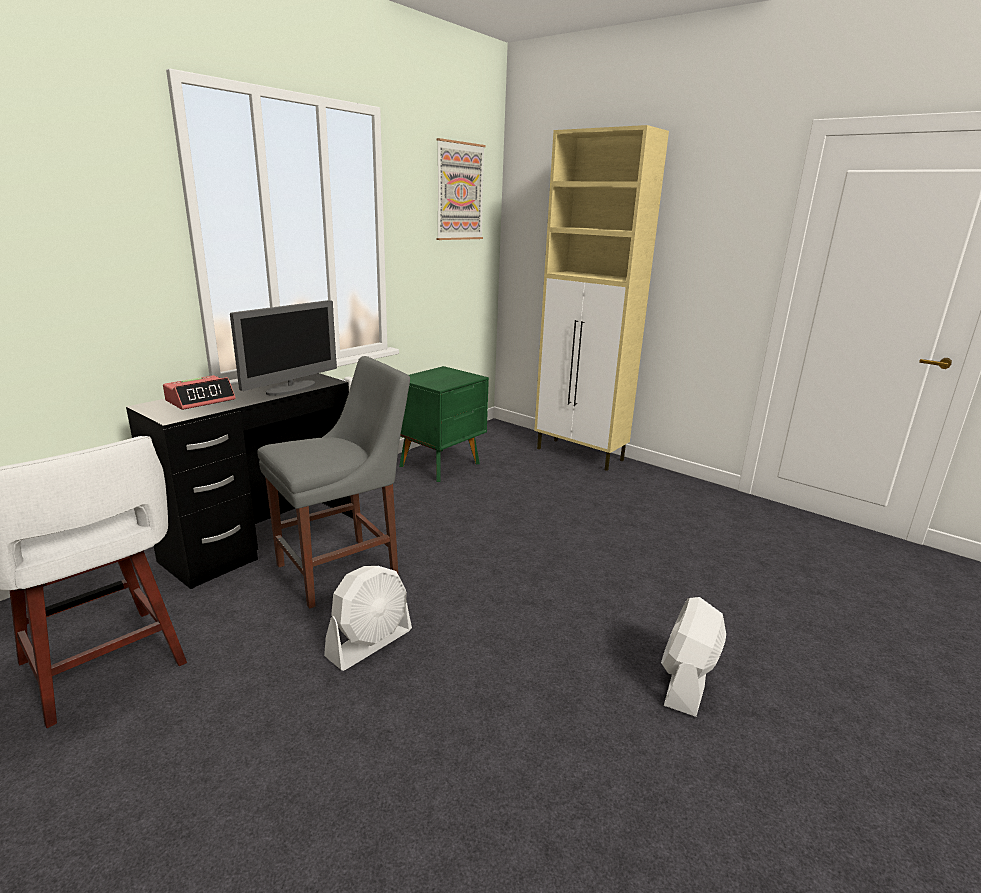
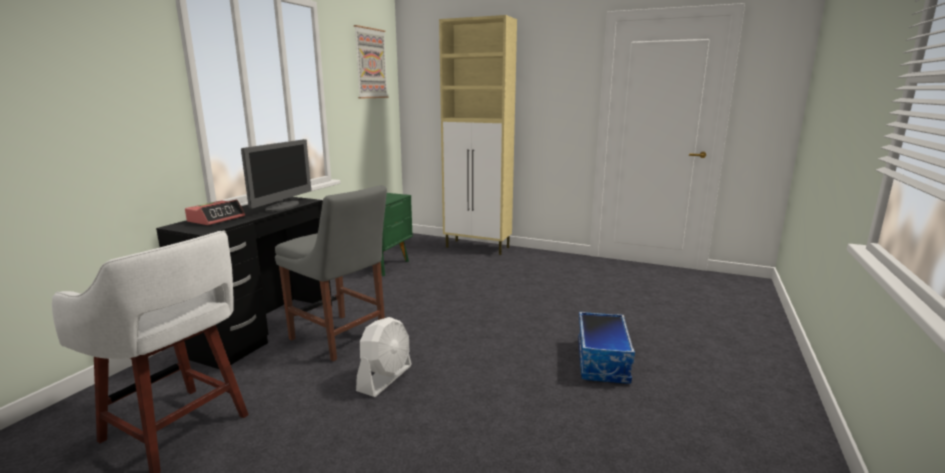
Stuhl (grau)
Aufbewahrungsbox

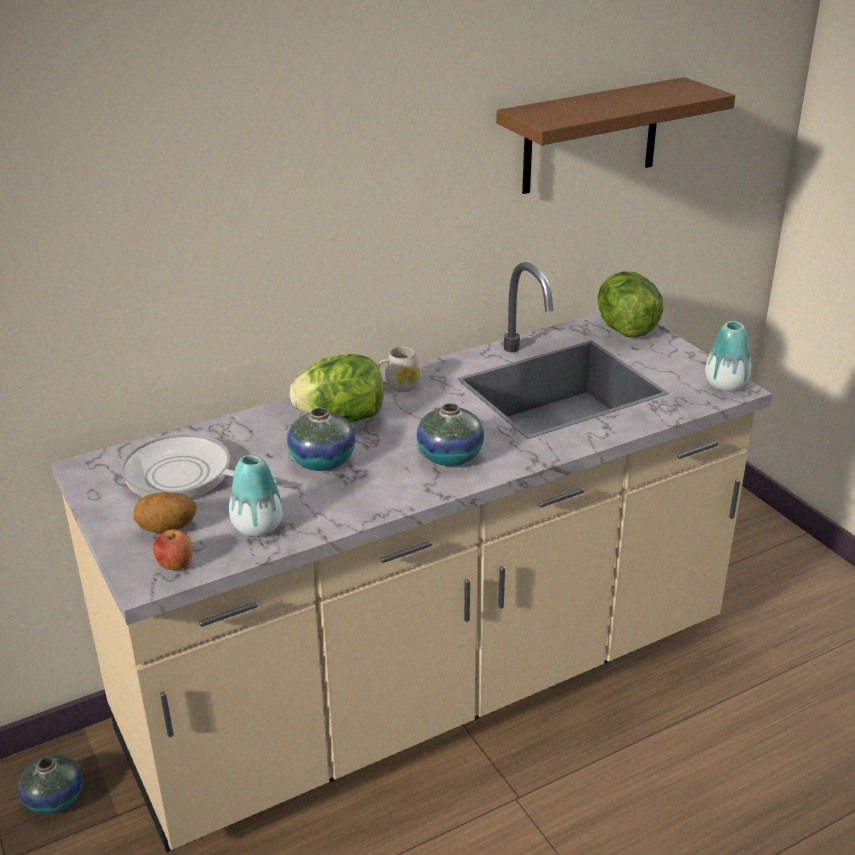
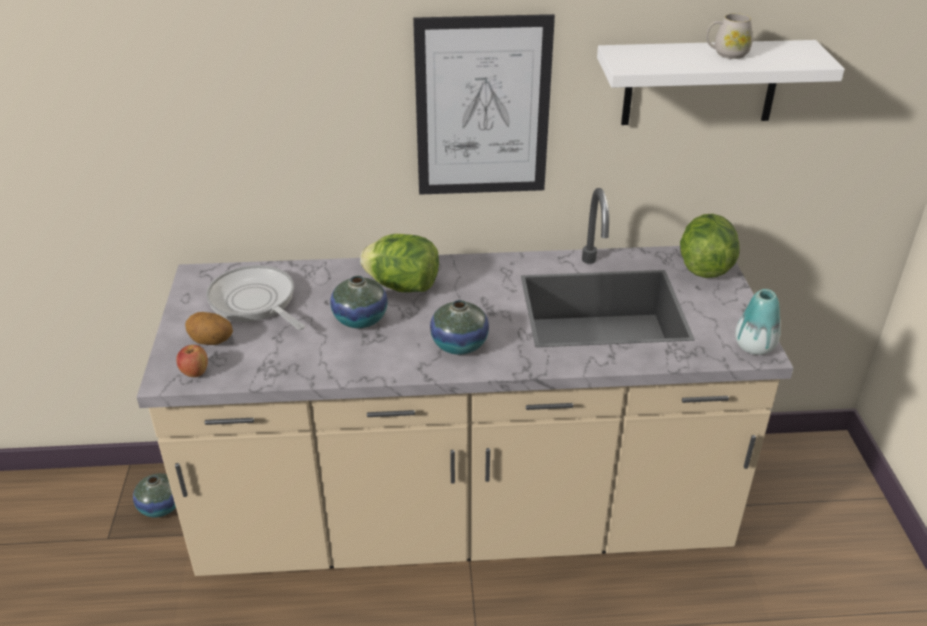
Vase (2nd from left in the first image)
Henkelbecher (weiß)
Wandregal (weiß)
Bild

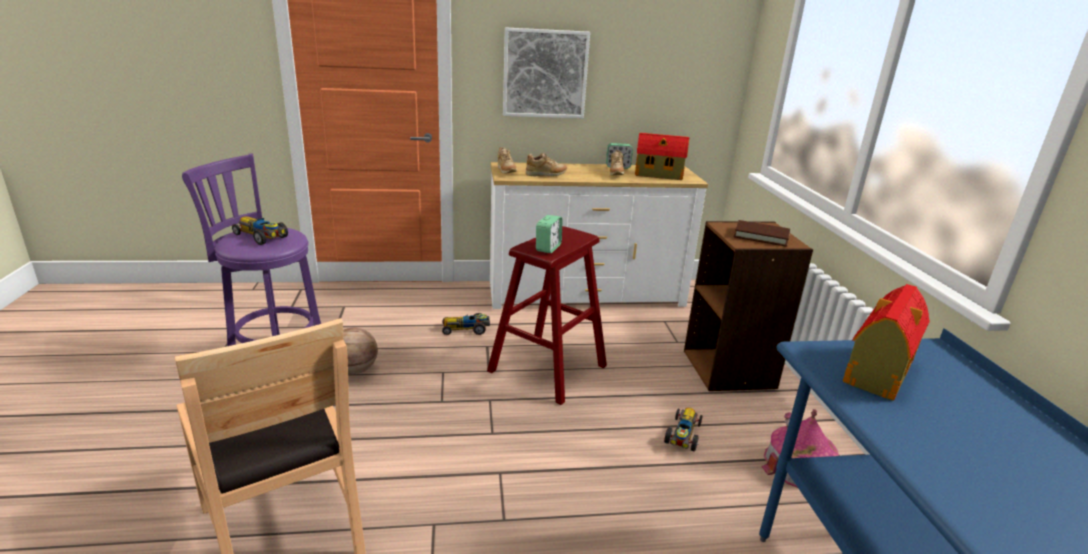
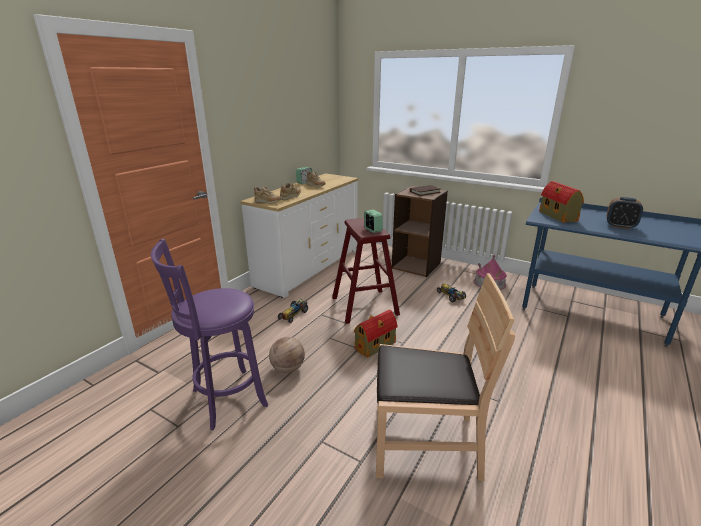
Spielzeugauto (1st from left in the first image)
Bild
Spielzeughaus (1st from left)
Wecker (3rd from left)

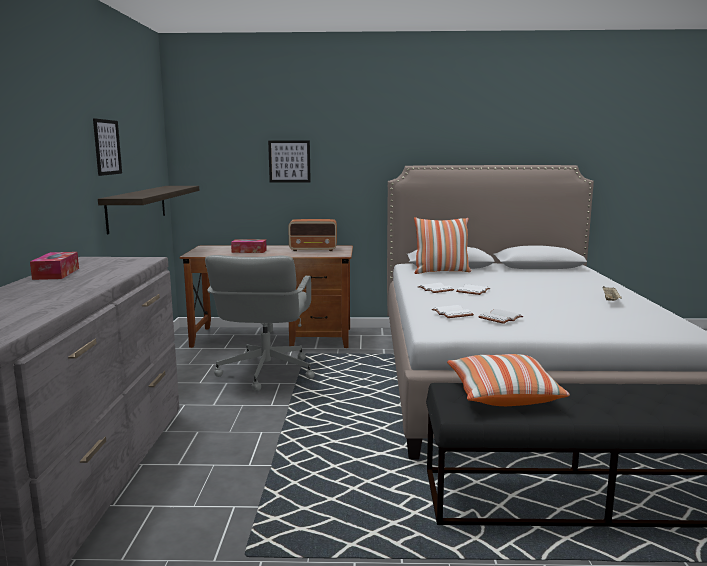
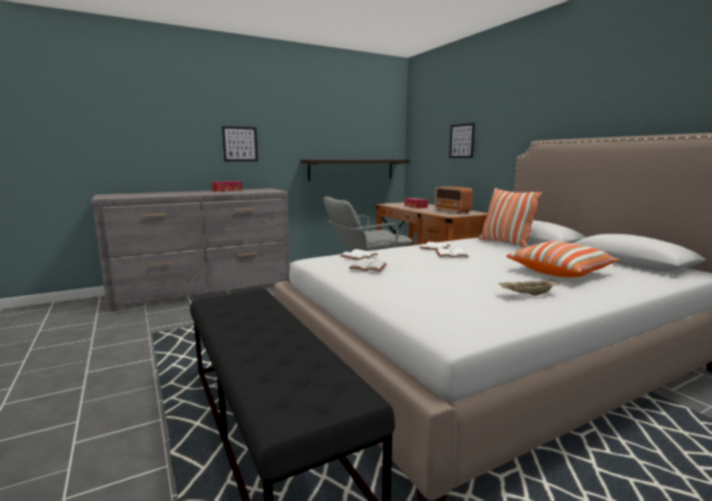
Bild (1st from left)
Kissen (2nd from left)

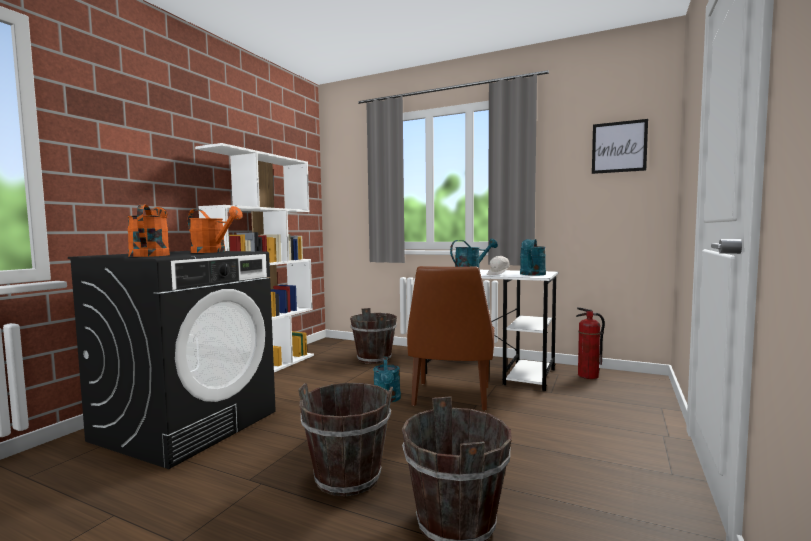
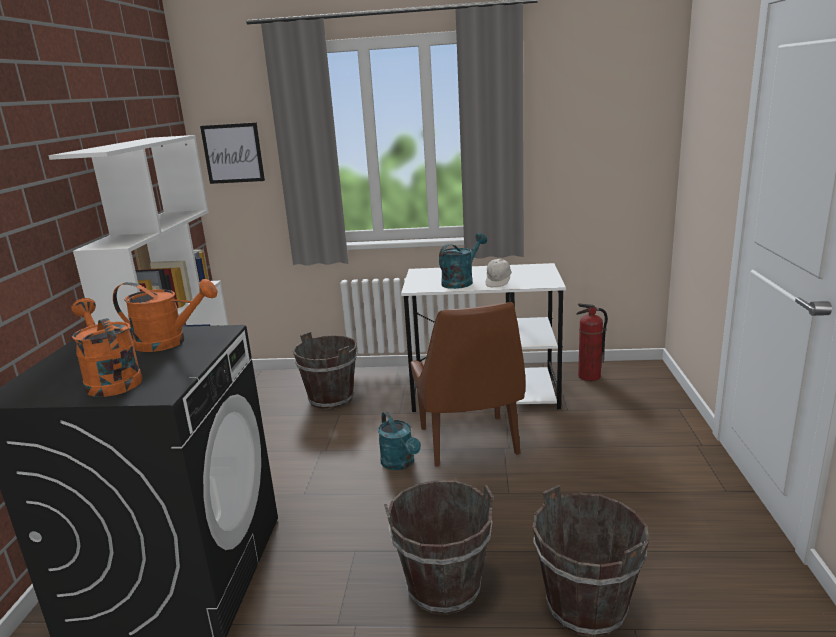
Gießkanne (türkis) (3rd from left in the first image)
Bild

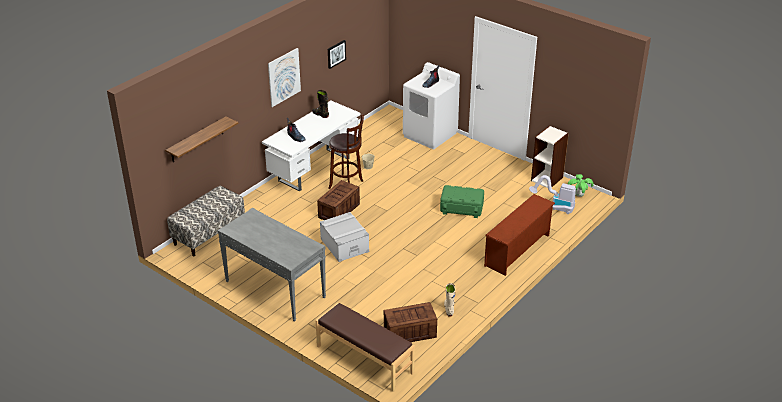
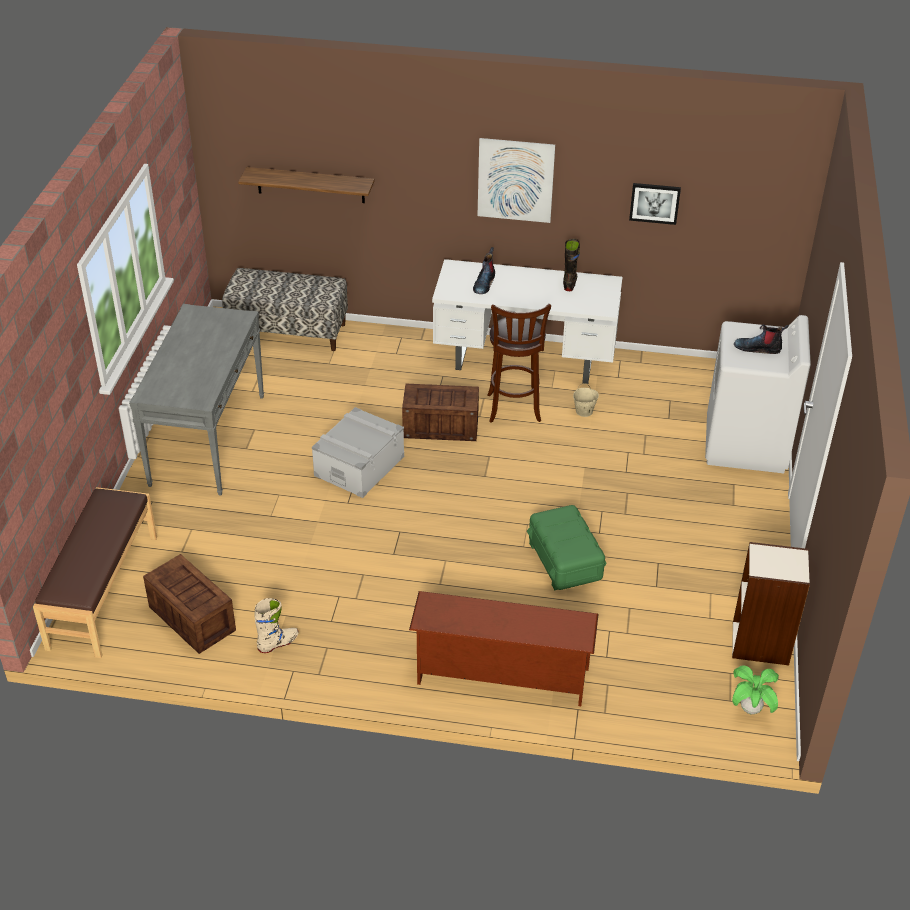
Staubsauger

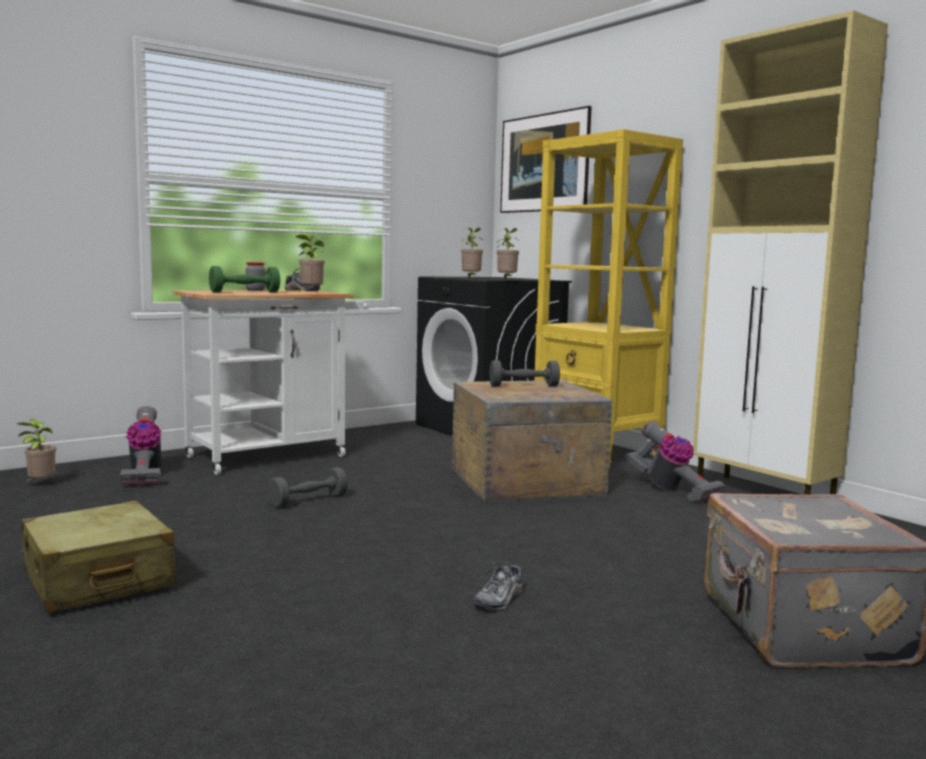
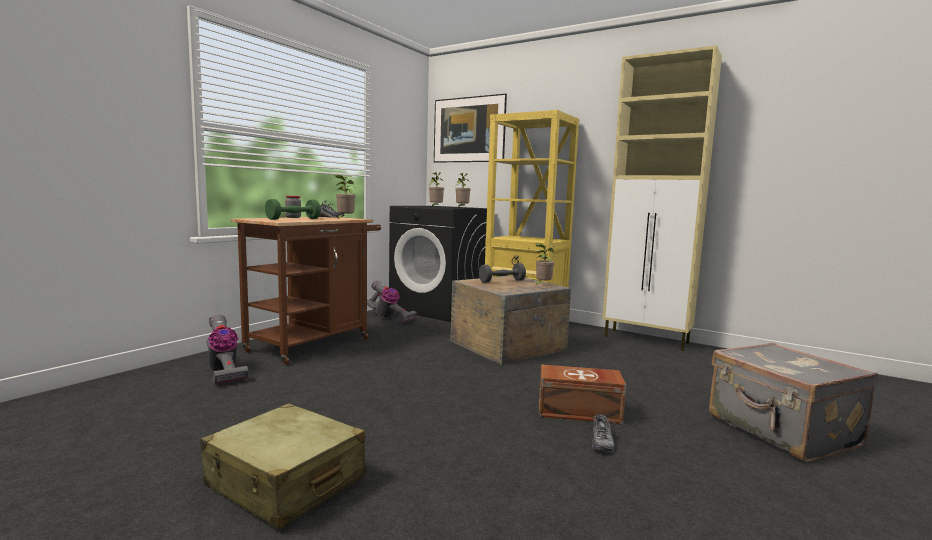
Topfpflanze (4th from left)
Rollwagen (braun)
Hantel (grau) (1st from left in the first image)
Staubsauger (2nd from left)
Aufbewahrungsbox (braun)

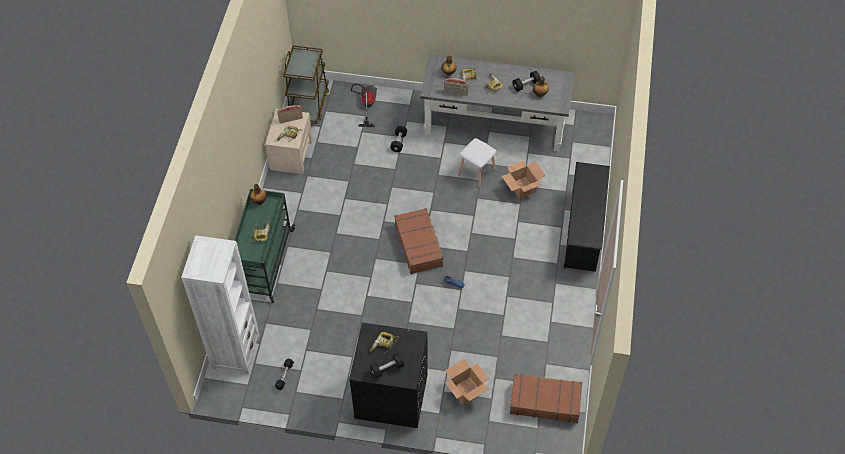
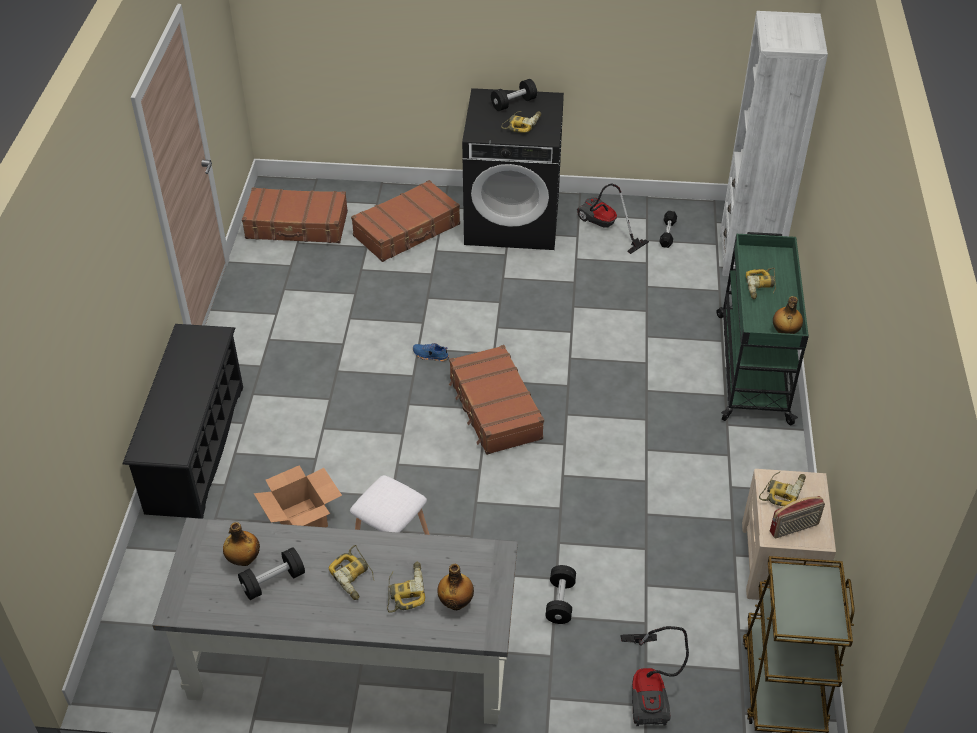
Radio (2nd from left in the first image)
Koffer (braun) (2nd from left)
Staubsauger (1st from left)

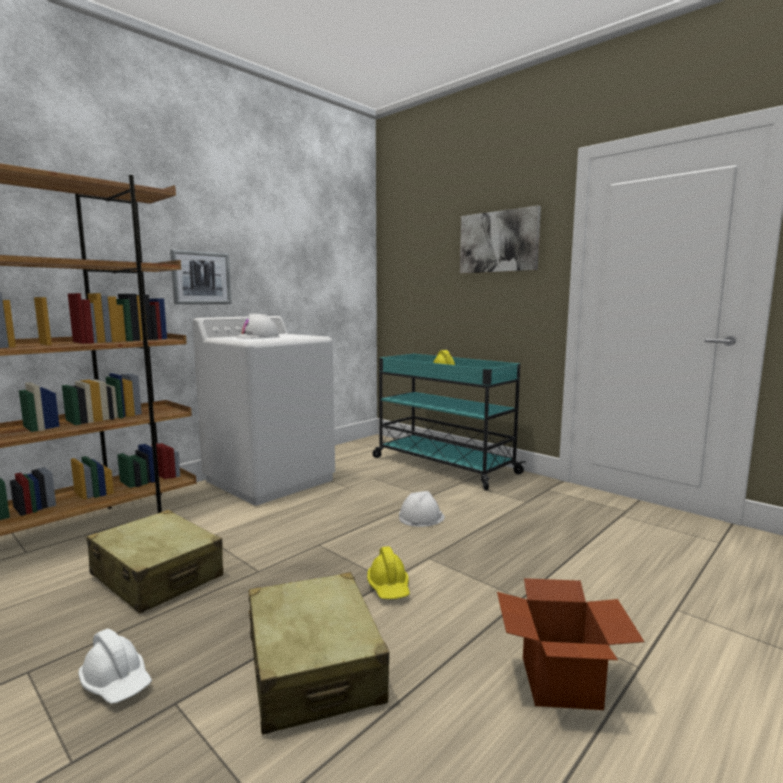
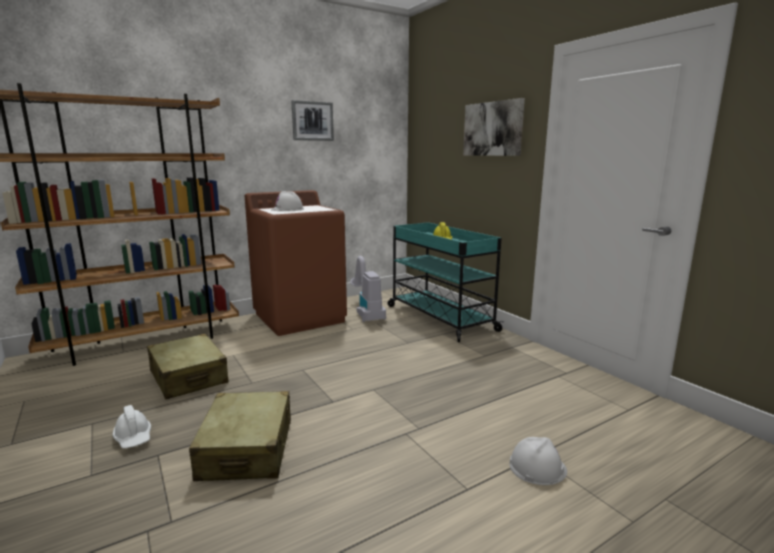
Bild (1st from left)
Waschmaschine (braun)
Schutzhelm (gelb) (1st from left in the first image)
Schutzhelm (weiß) (3rd from left)
Karton
Staubsauger

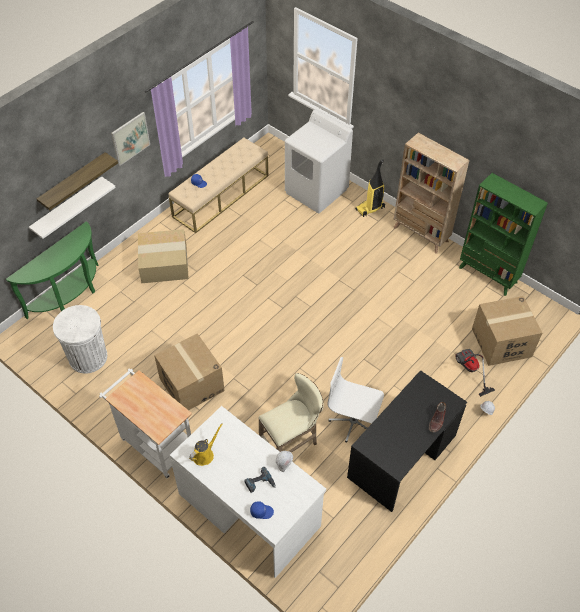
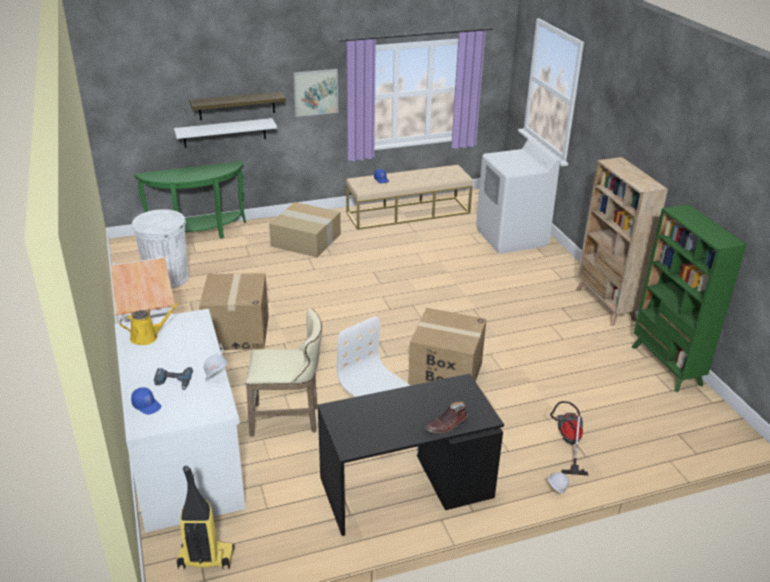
Staubsauger (1st from left)
Karton (3rd from left)

